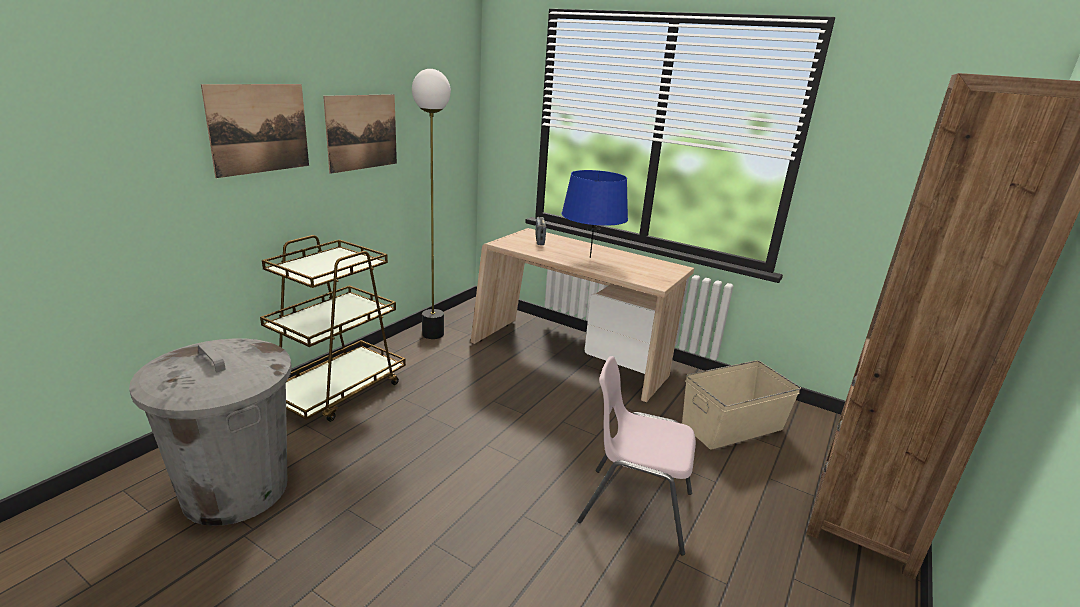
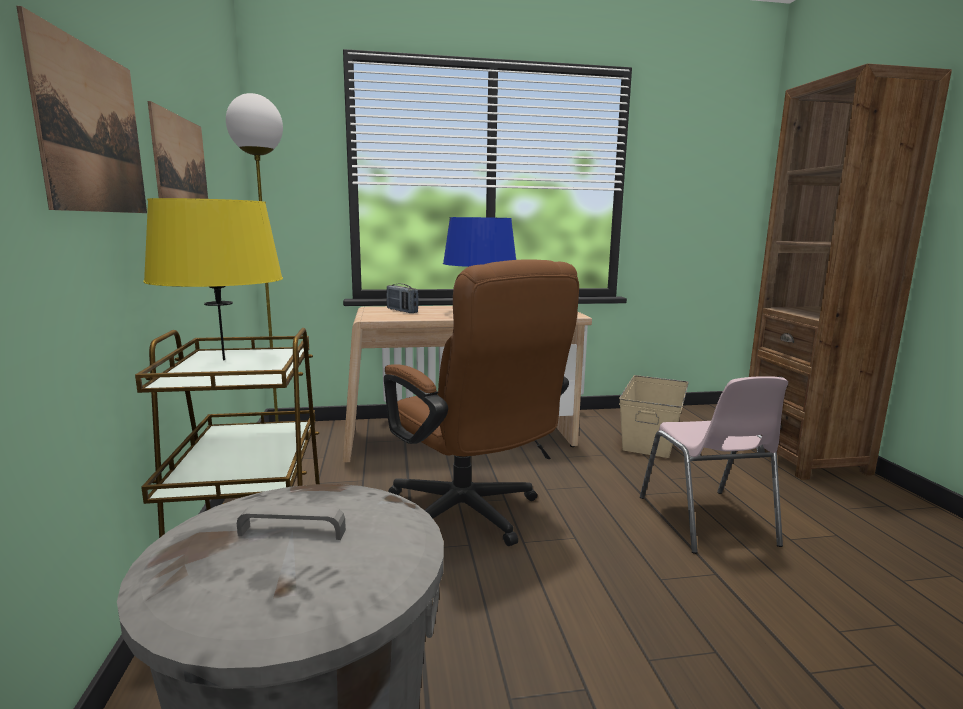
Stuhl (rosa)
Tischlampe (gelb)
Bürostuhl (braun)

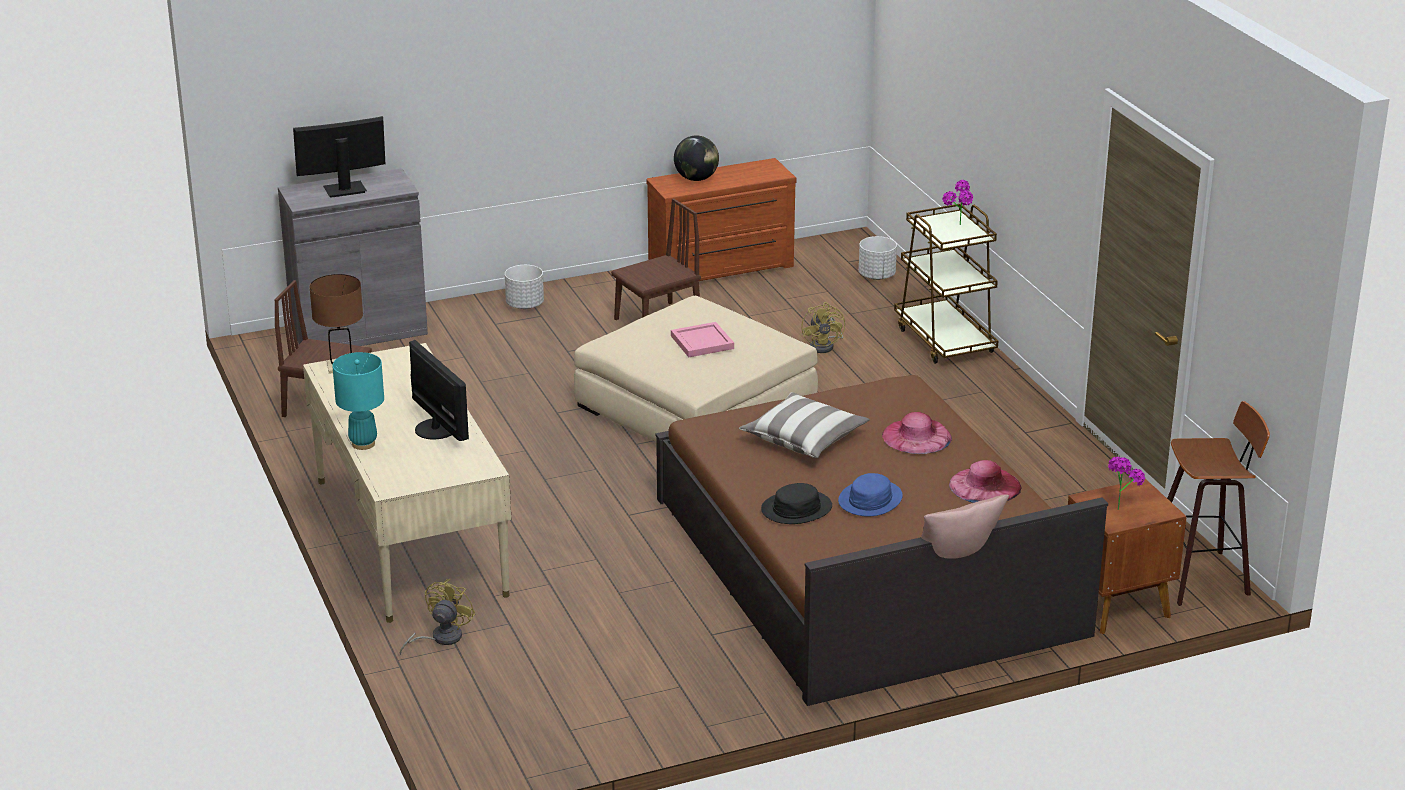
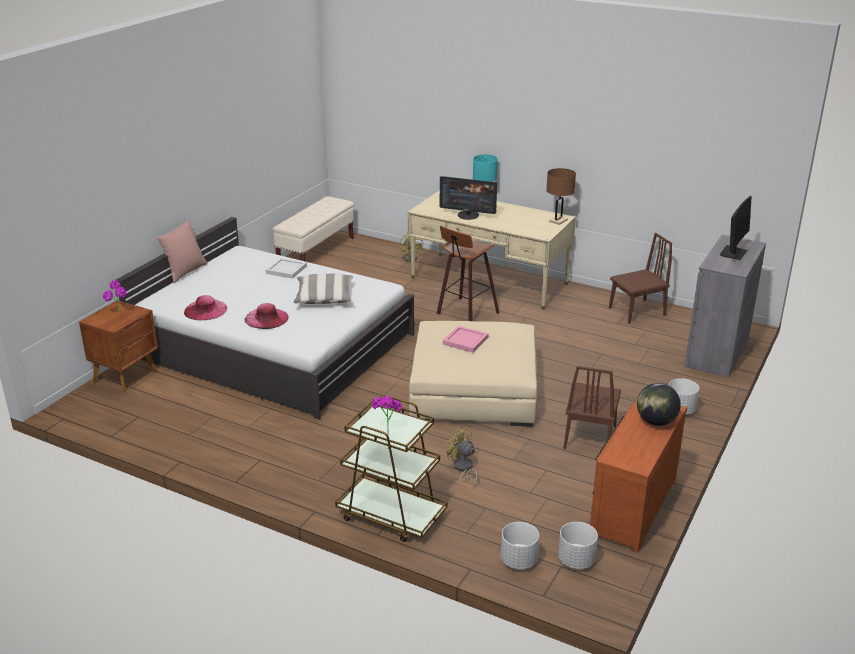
Bett (weiß)
Tablett (weiß)
Hut (blau)
Hocker
Bank (beige)
Pflanzkübel (weiß) (2nd from left)

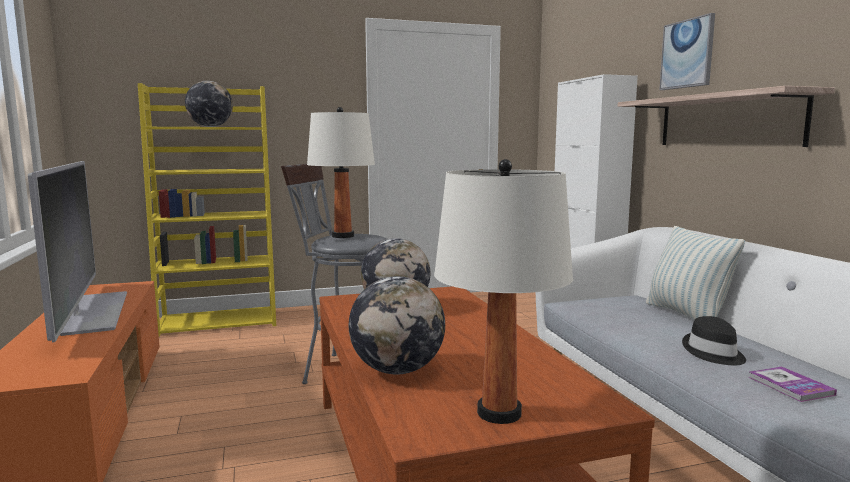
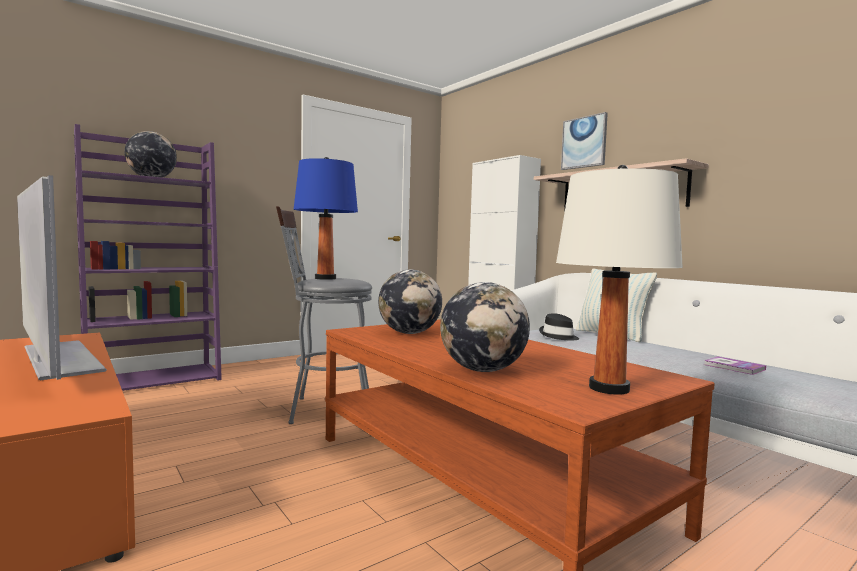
Bücherregal (lila)
Tischlampe (blau)
Hut (schwarz)

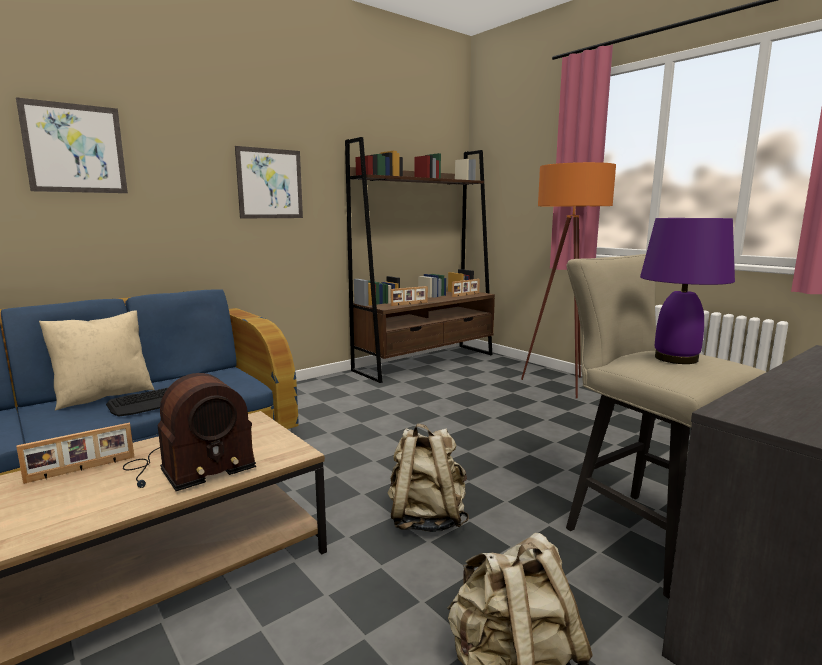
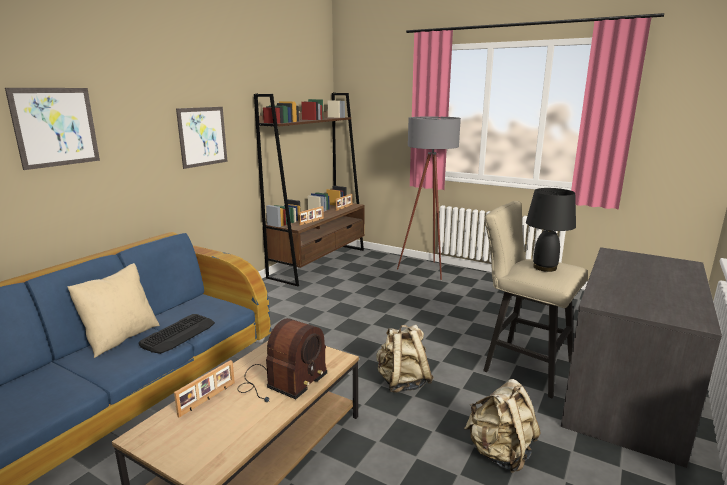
Stehlampe (grau)
Tischlampe (schwarz)

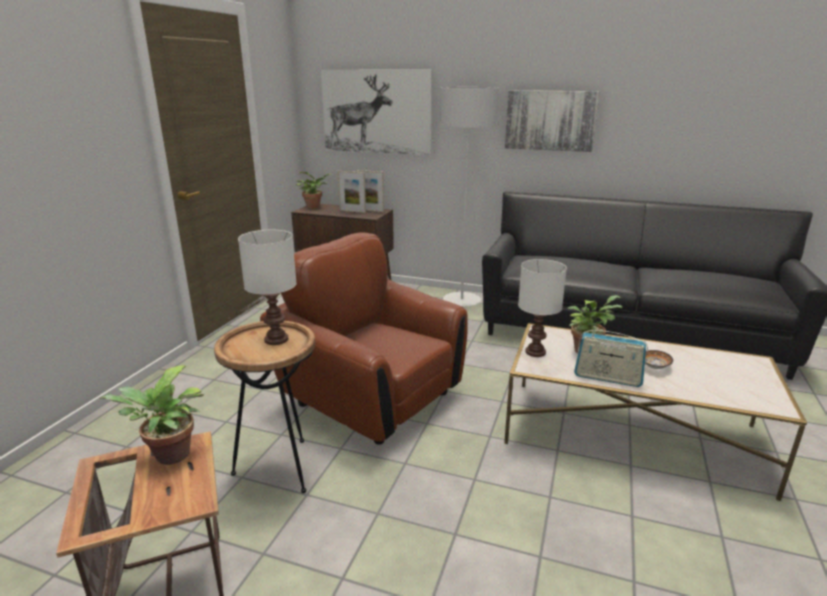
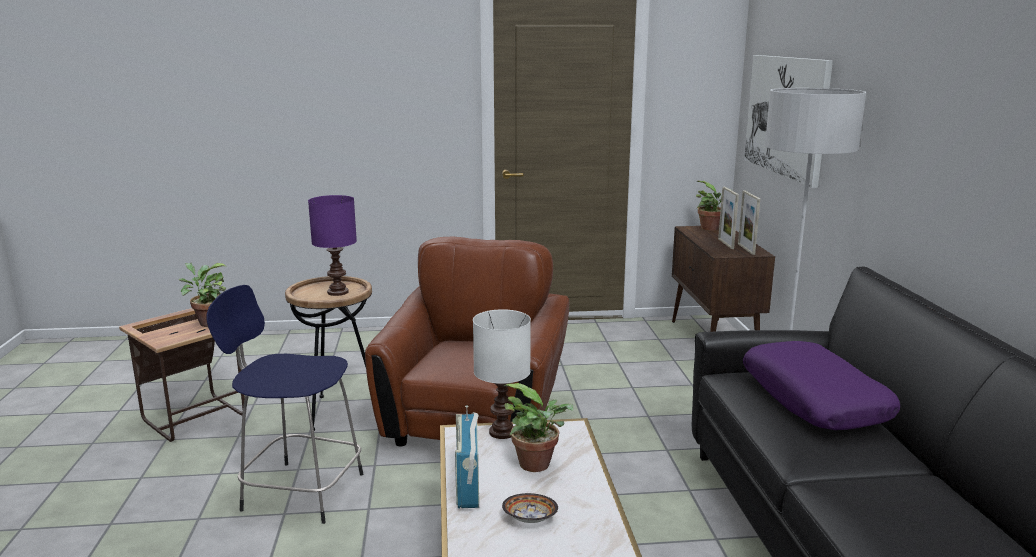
Tischlampe (lila)
Bild (2nd from left in the first image)
Hocker (blau)
Kissen (lila)

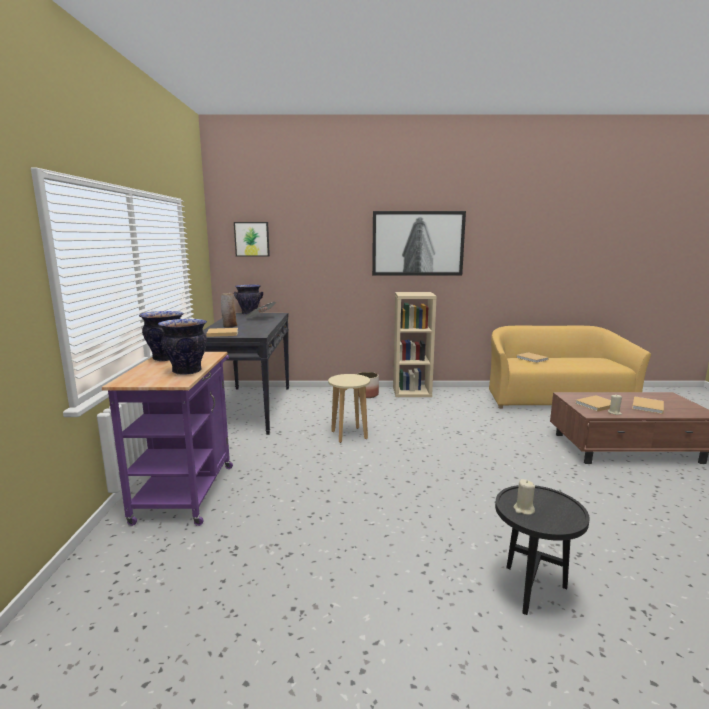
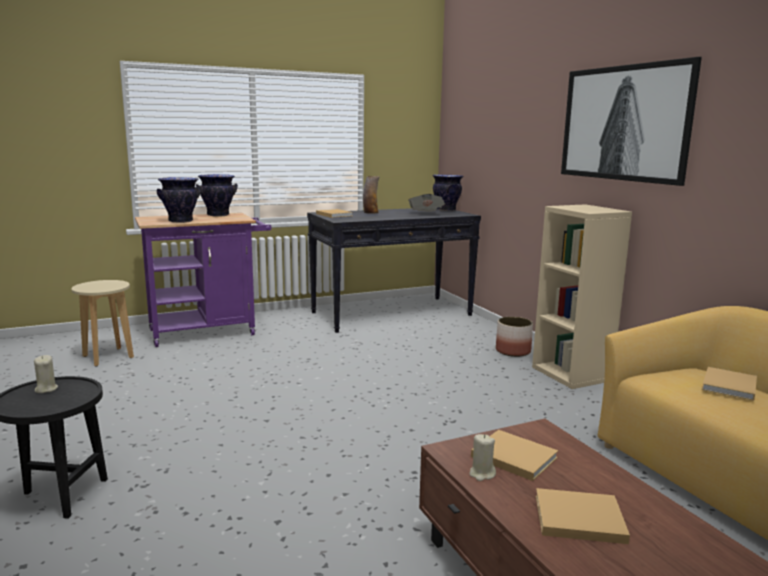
Bild (1st from left in the first image)
Hocker (beige)

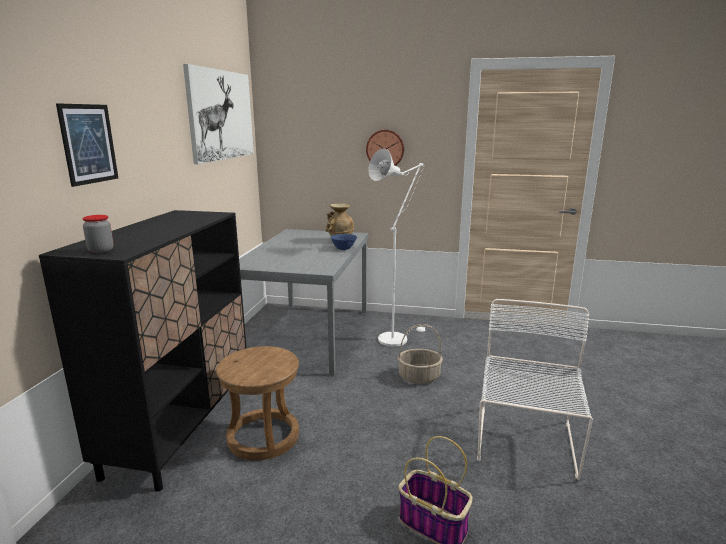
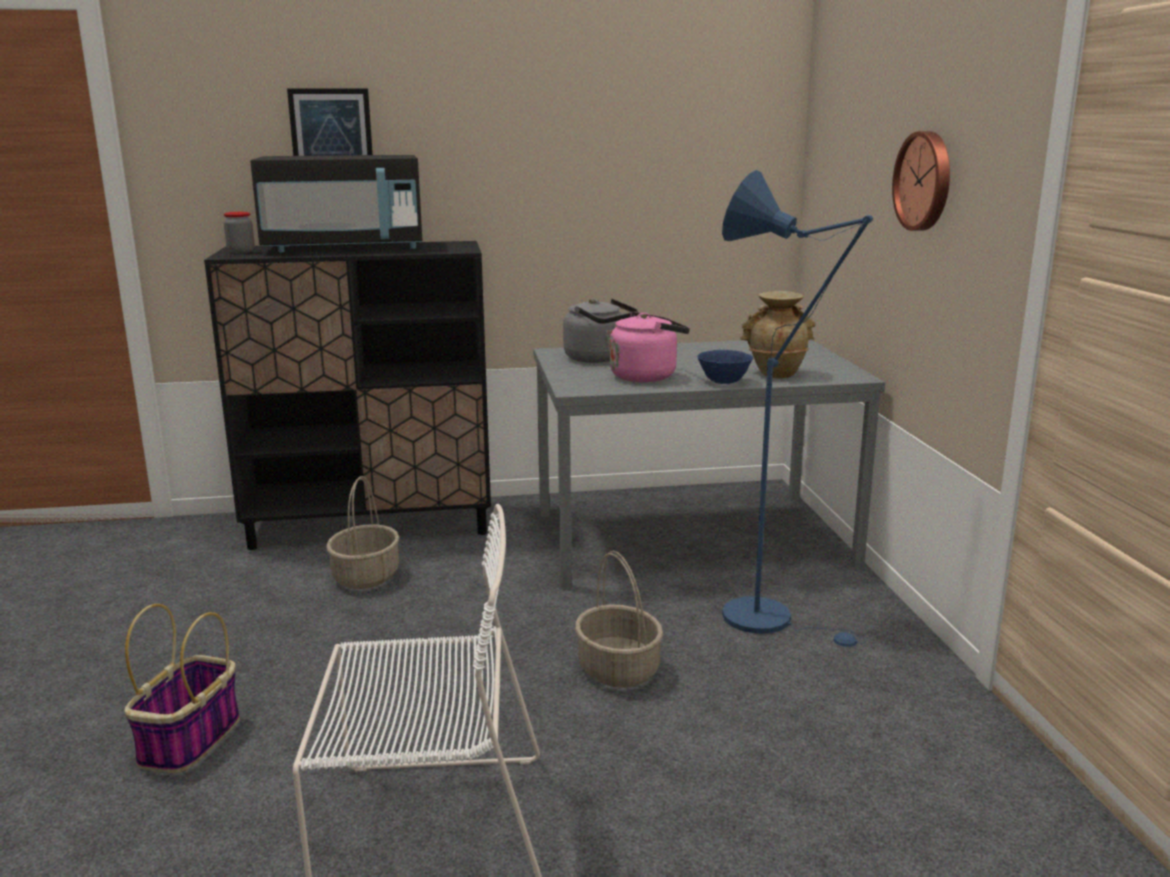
Bild (2nd from left in the first image)
Korb (2nd from left)
Stehlampe (blau)
Mikrowelle (schwarz)
Wasserkessel (grau)
Wasserkessel (rosa)

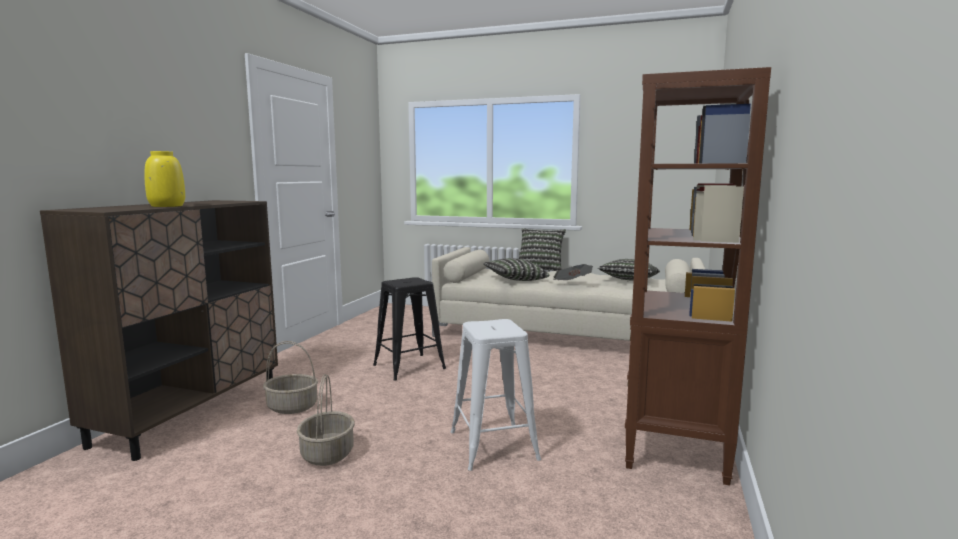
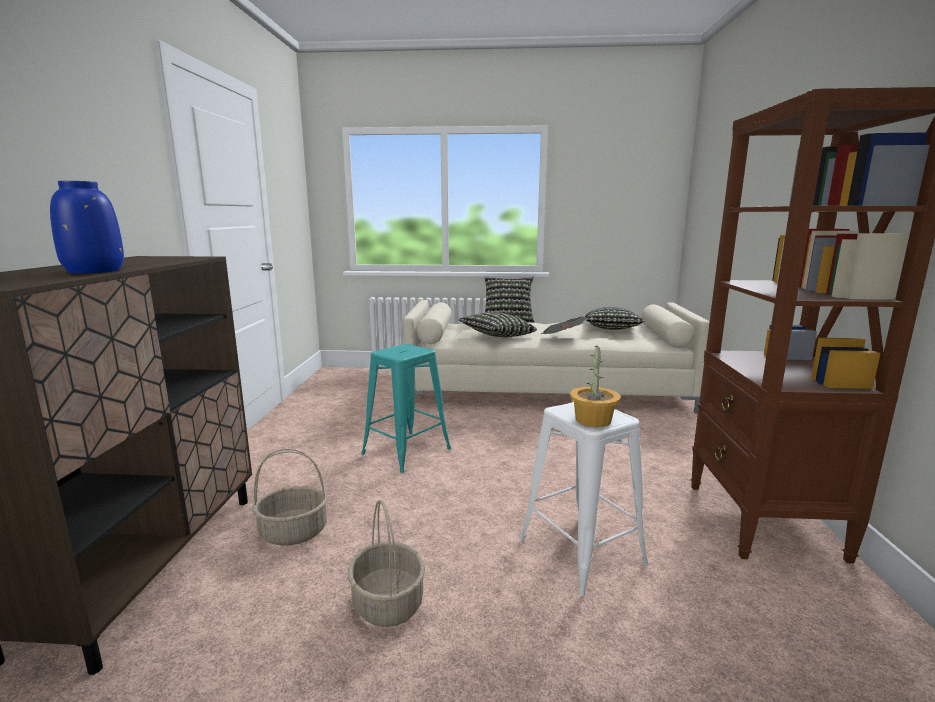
Vase (blau)
Hocker (türkis)
Topfpflanze

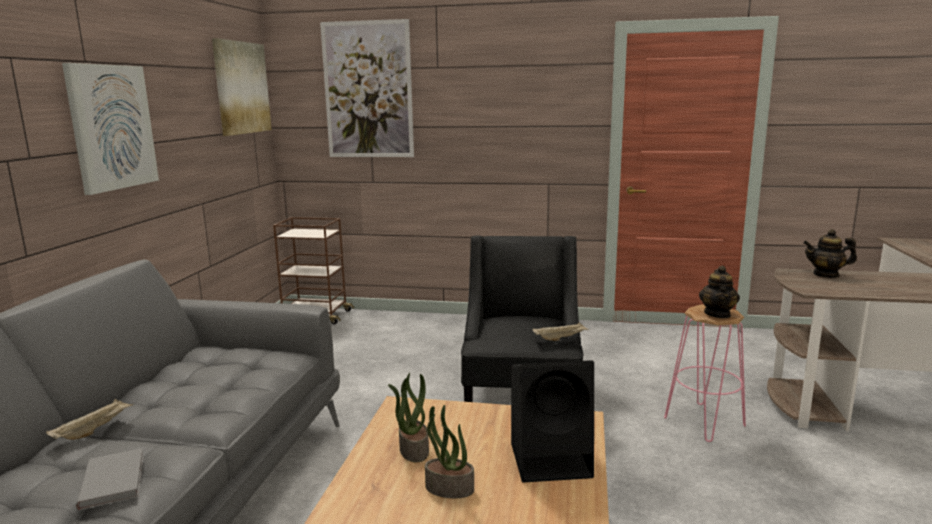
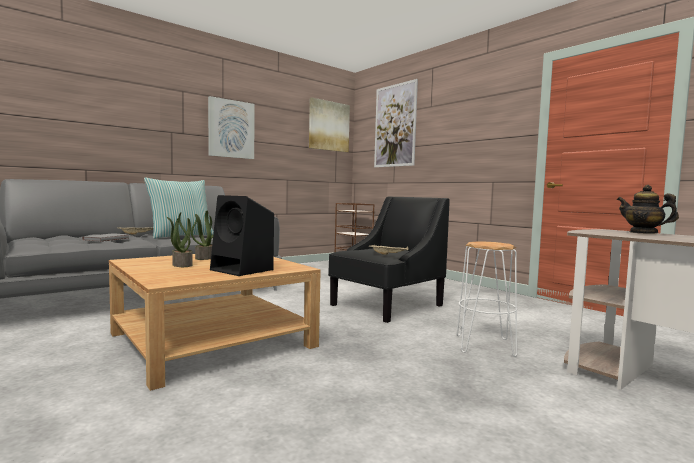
Hocker (weiß)
Teekanne (1st from left in the first image)
Kissen

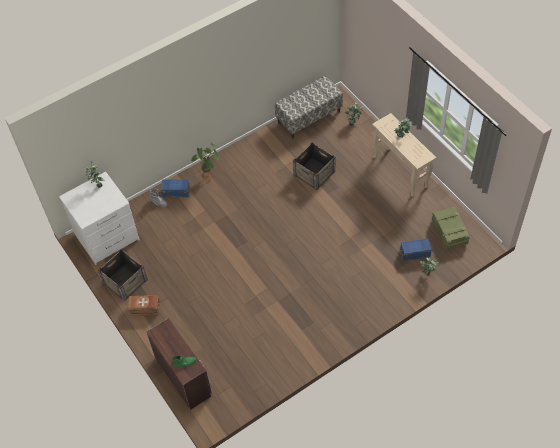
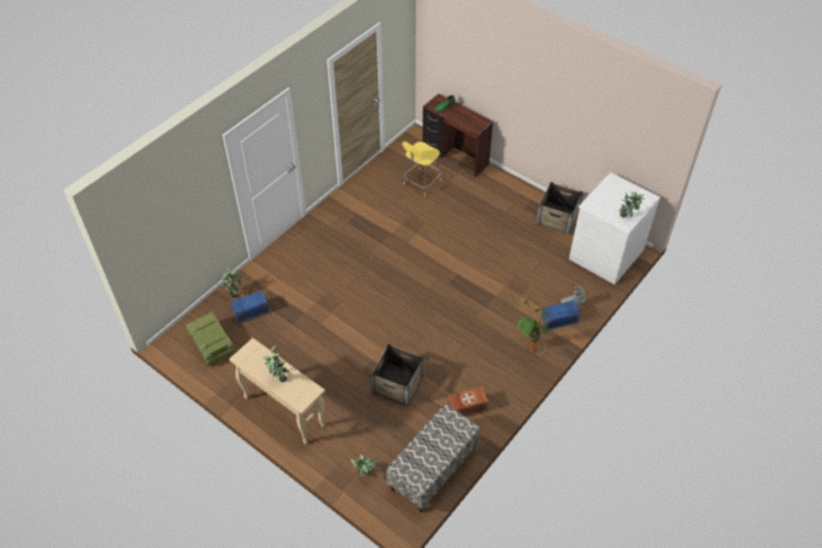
Aufbewahrungsbox (braun)
Hocker (gelb)

